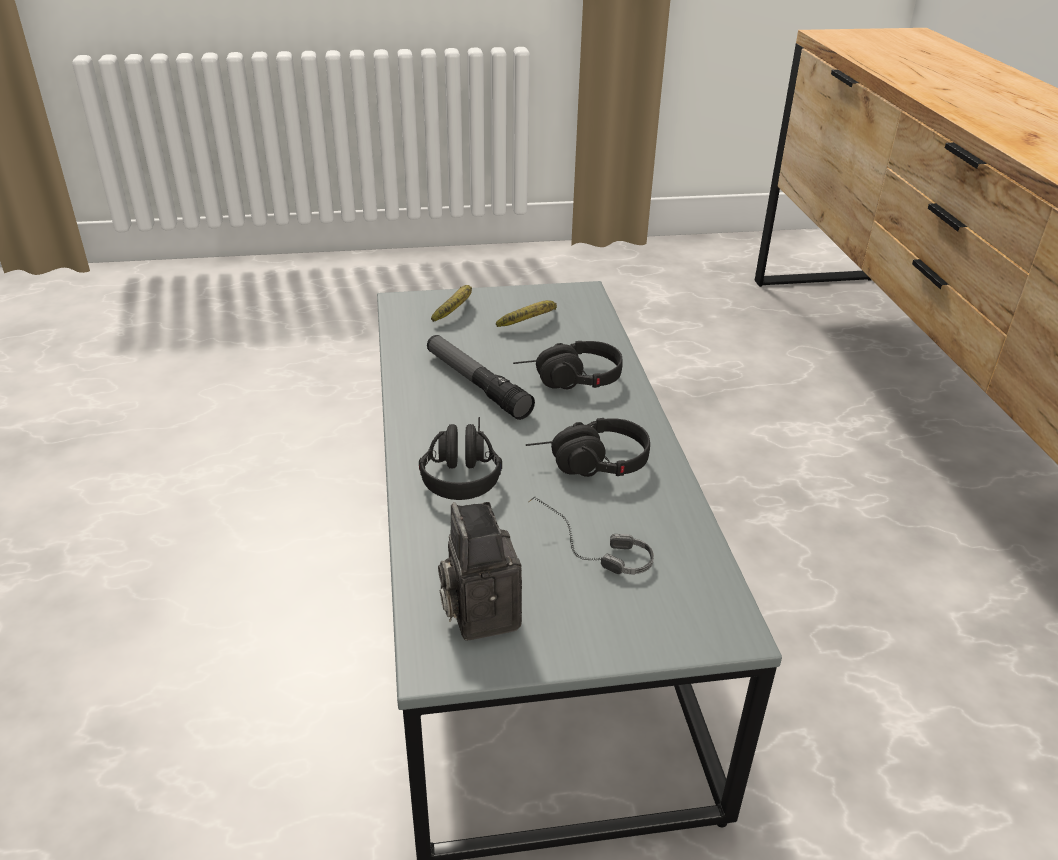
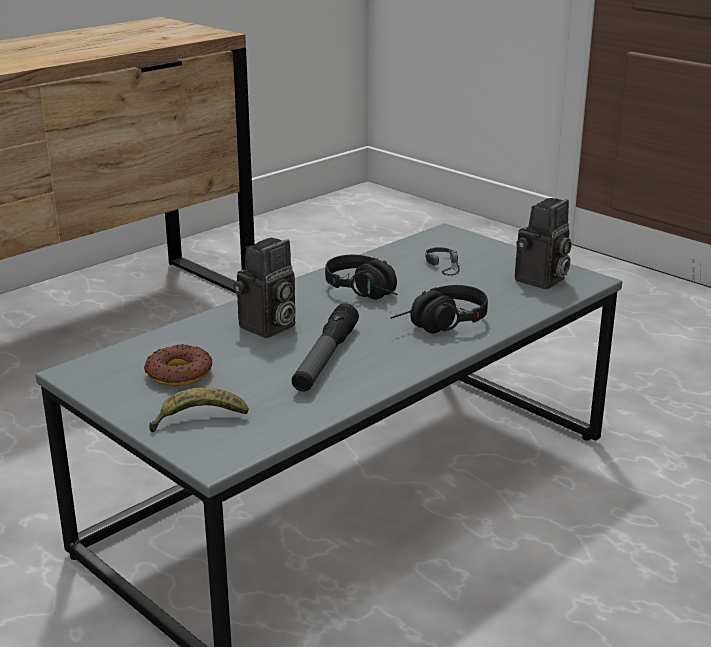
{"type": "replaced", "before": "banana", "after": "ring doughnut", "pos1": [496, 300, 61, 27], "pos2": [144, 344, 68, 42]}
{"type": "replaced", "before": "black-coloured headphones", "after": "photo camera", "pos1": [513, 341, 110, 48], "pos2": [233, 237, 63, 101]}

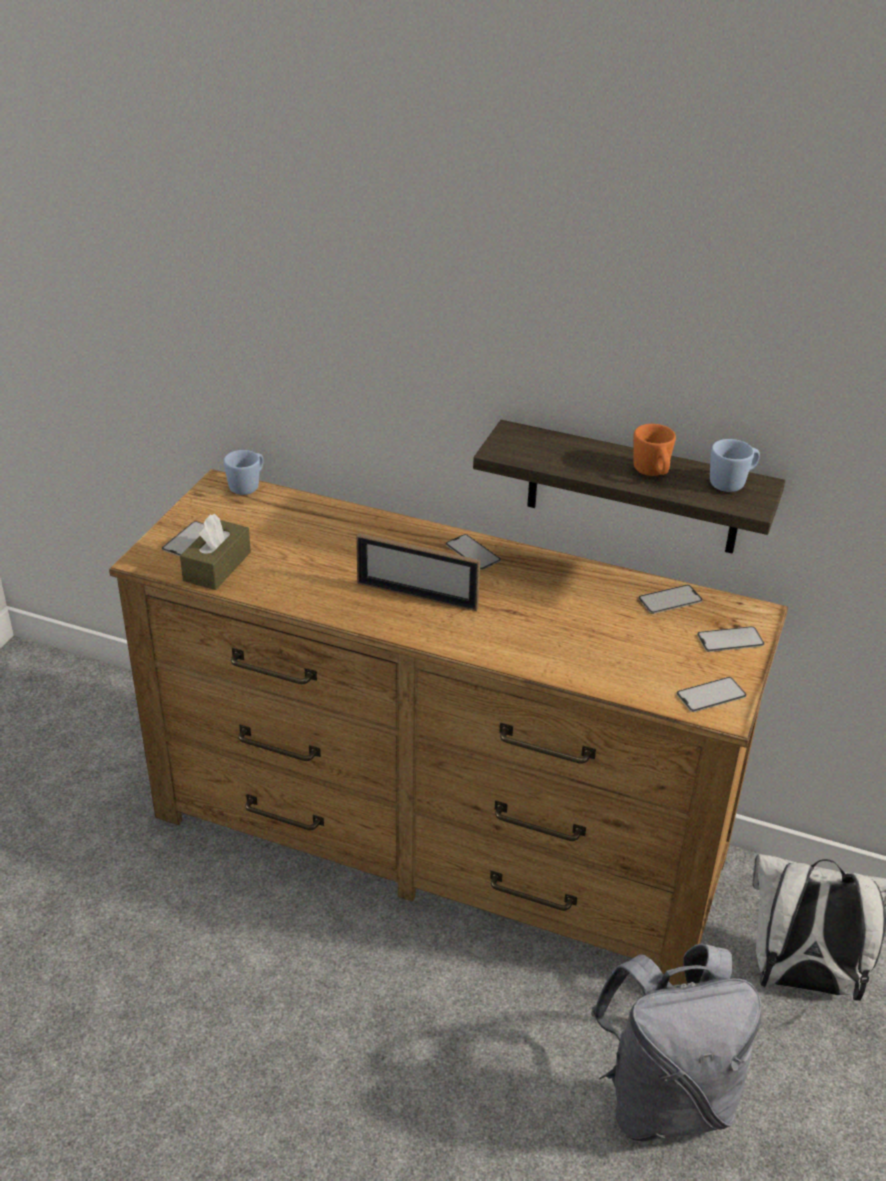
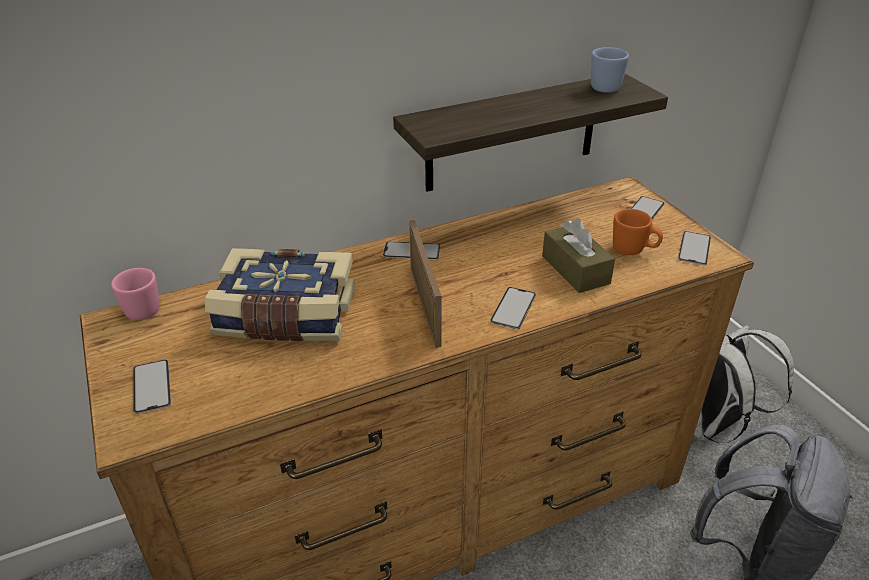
{"type": "recoloured", "before": "blue coffee mug", "after": "pink-coloured coffee mug", "pos1": [224, 450, 40, 45], "pos2": [111, 268, 49, 52]}
{"type": "added", "after": "book", "pos2": [205, 248, 150, 93]}
{"type": "turned", "before": "picture frame", "pos1": [356, 533, 124, 78], "pos2": [409, 220, 32, 128], "turn": -75}
{"type": "moved", "before": "handset", "pos1": [638, 585, 65, 29], "pos2": [490, 287, 46, 42]}
{"type": "moved", "before": "brown tissue holder", "pos1": [180, 514, 71, 76], "pos2": [542, 219, 73, 74]}
{"type": "moved", "before": "orangey coffee mug", "pos1": [633, 424, 43, 52], "pos2": [613, 209, 50, 46]}

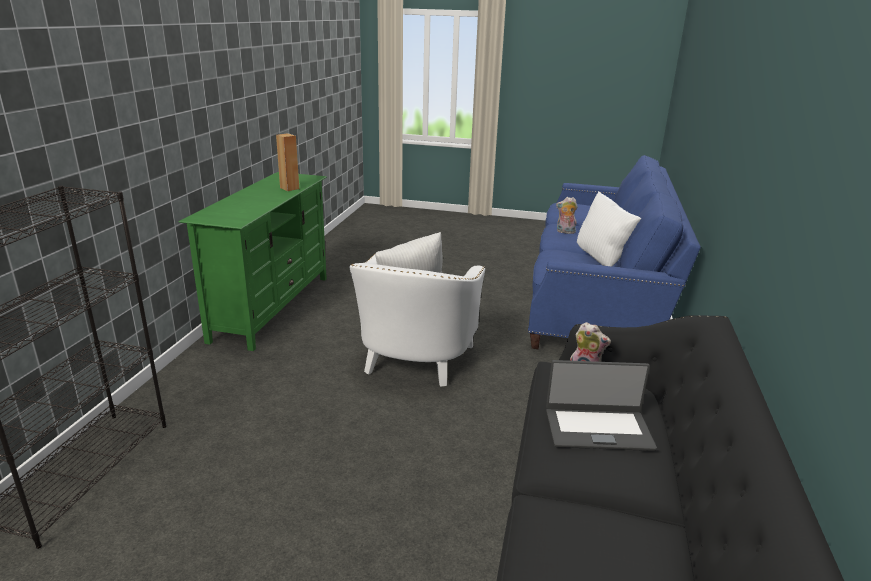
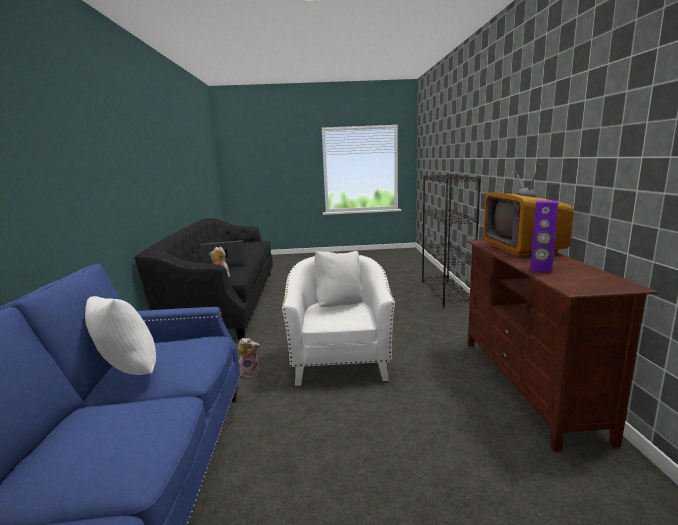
{"type": "moved", "before": "soft toy", "pos1": [556, 197, 21, 37], "pos2": [238, 338, 22, 39]}
{"type": "recoloured", "before": "green-coloured tv stand", "after": "brown tv stand", "pos1": [179, 172, 148, 179], "pos2": [467, 240, 191, 212]}
{"type": "added", "after": "TV set", "pos2": [483, 163, 91, 93]}
{"type": "recoloured", "before": "brown speaker", "after": "purple speaker", "pos1": [276, 133, 23, 58], "pos2": [530, 200, 28, 73]}

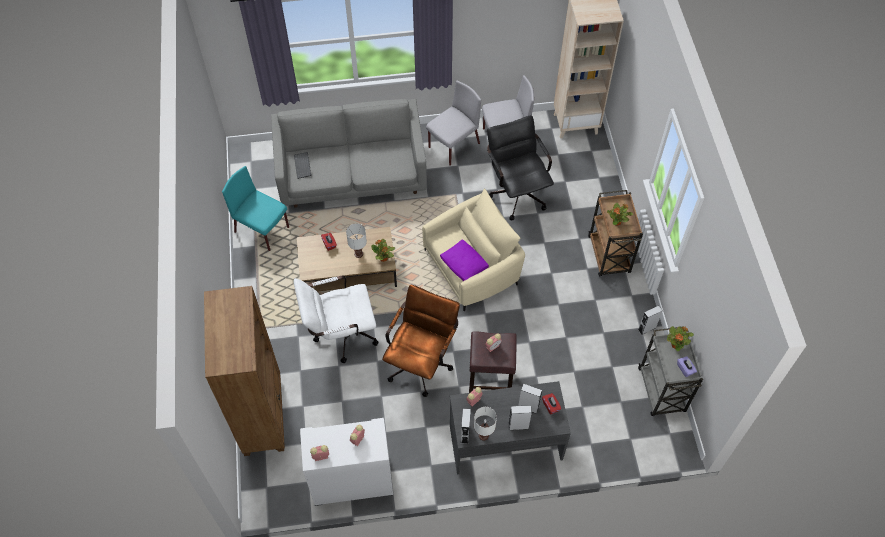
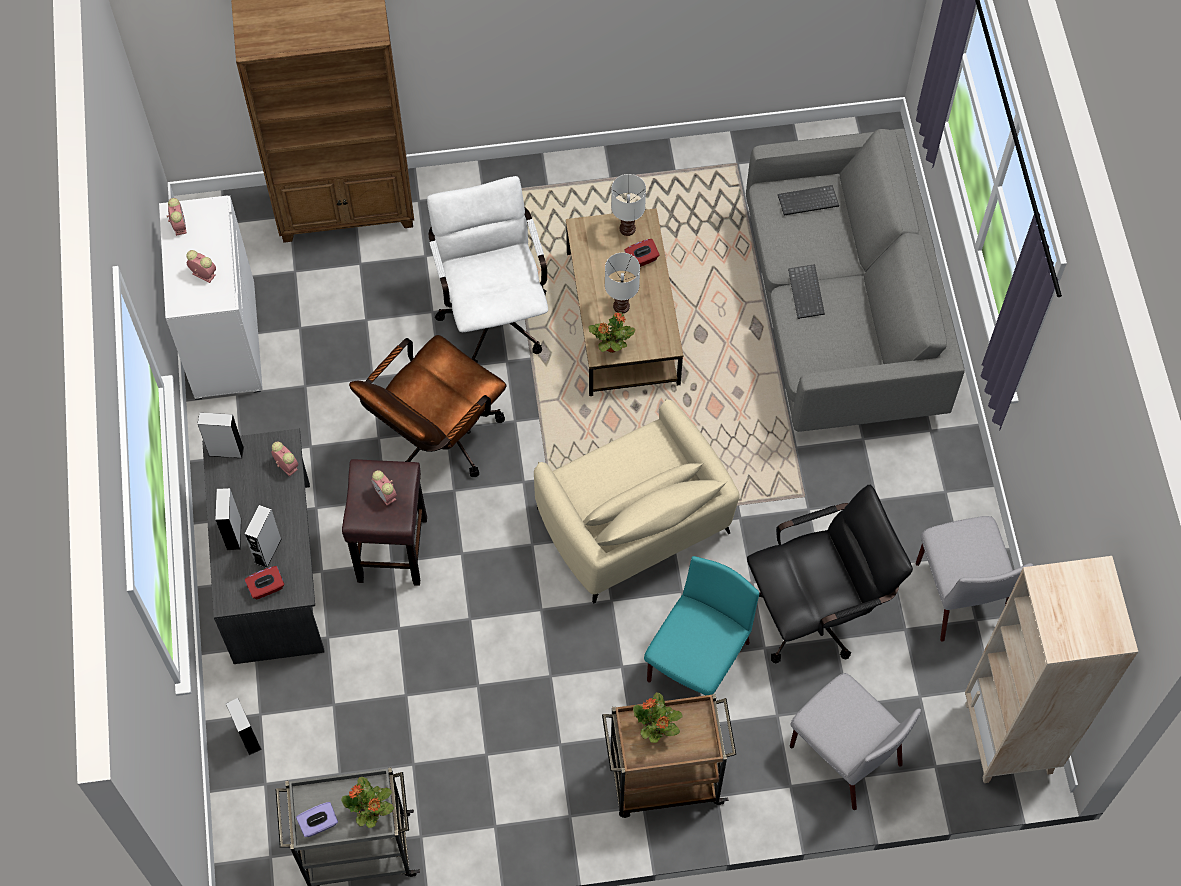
{"type": "moved", "before": "gray speaker", "pos1": [638, 305, 25, 30], "pos2": [226, 698, 36, 57]}
{"type": "turned", "before": "brown office chair", "pos1": [382, 284, 78, 113], "pos2": [349, 335, 157, 142], "turn": 105}
{"type": "moved", "before": "white-coloured table lamp", "pos1": [474, 407, 23, 33], "pos2": [611, 174, 35, 62]}
{"type": "moved", "before": "turquoise-coloured chair", "pos1": [222, 166, 67, 85], "pos2": [644, 556, 115, 140]}
{"type": "added", "after": "PC keyboard", "pos2": [788, 264, 37, 55]}
{"type": "moved", "before": "gray chair", "pos1": [426, 81, 55, 85], "pos2": [790, 673, 131, 137]}
{"type": "removed", "before": "purple cushion", "pos1": [440, 239, 49, 42]}

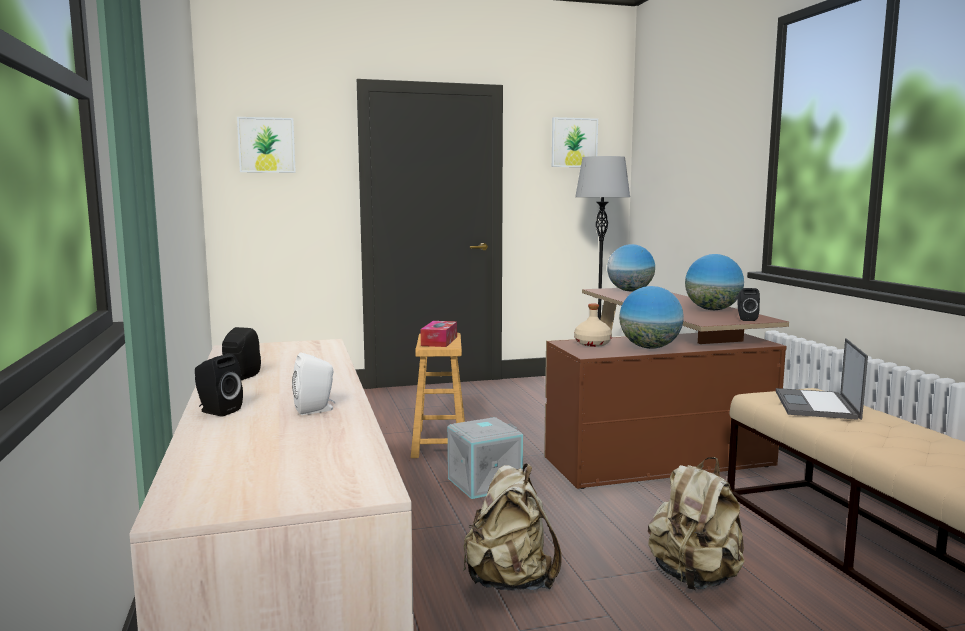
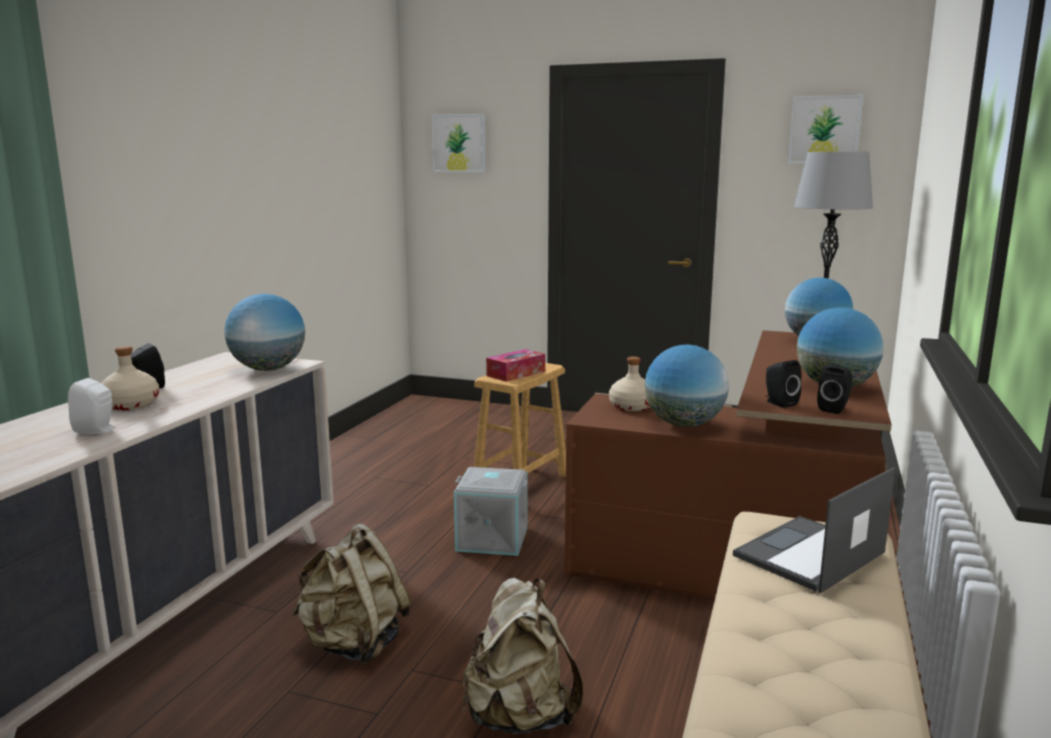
{"type": "added", "after": "beige bottle", "pos2": [101, 346, 58, 64]}
{"type": "added", "after": "world globe", "pos2": [224, 294, 81, 77]}
{"type": "moved", "before": "black-coloured speaker", "pos1": [195, 353, 48, 63], "pos2": [765, 360, 37, 48]}

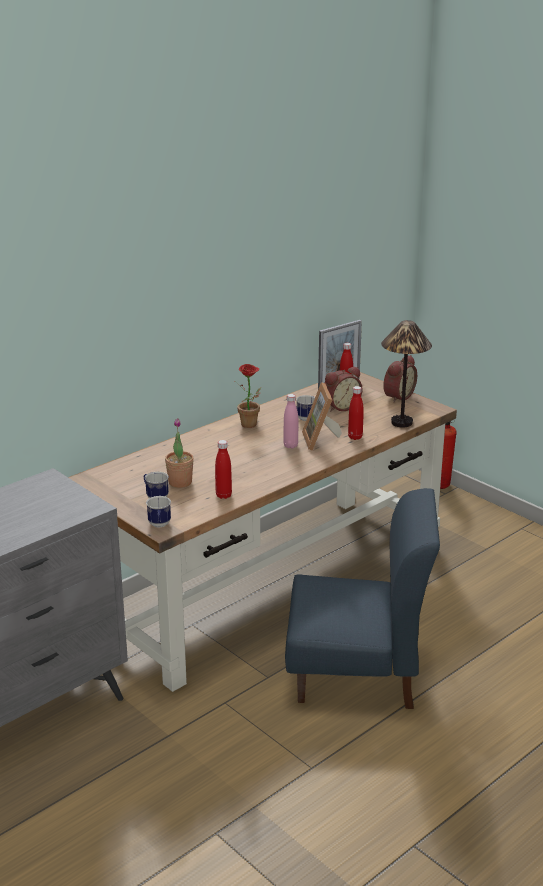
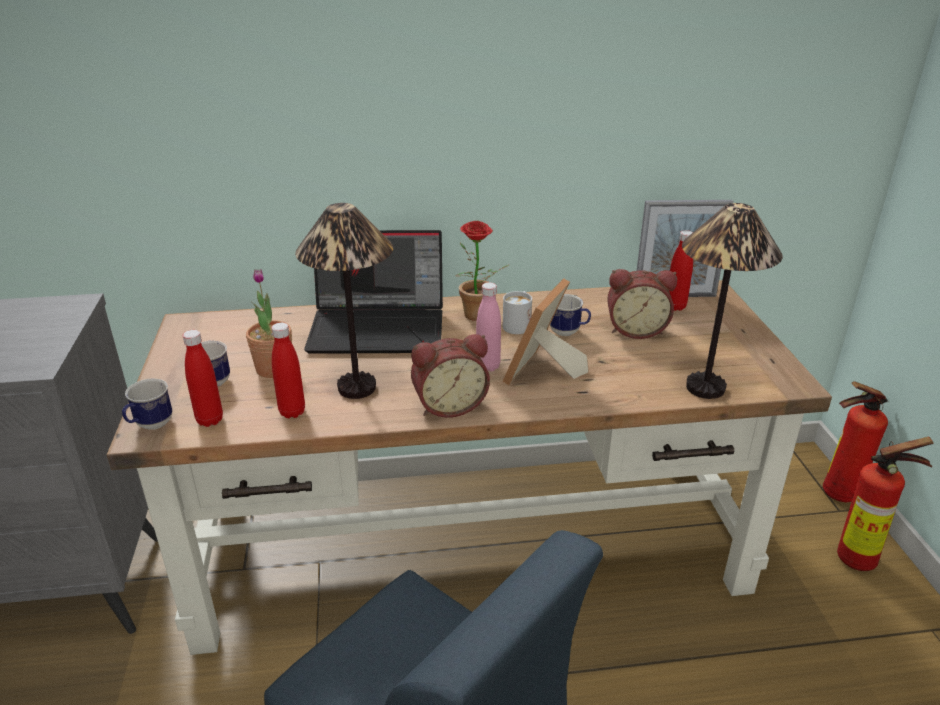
{"type": "moved", "before": "red-coloured bottle", "pos1": [348, 386, 16, 54], "pos2": [183, 330, 40, 97]}
{"type": "added", "after": "table lamp", "pos2": [295, 203, 98, 196]}
{"type": "added", "after": "portable computer", "pos2": [304, 230, 139, 124]}
{"type": "moved", "before": "alarm clock", "pos1": [383, 355, 34, 48], "pos2": [411, 334, 79, 84]}
{"type": "added", "after": "white-coloured coffee mug", "pos2": [503, 291, 29, 43]}
{"type": "added", "after": "extinguisher", "pos2": [837, 437, 97, 134]}

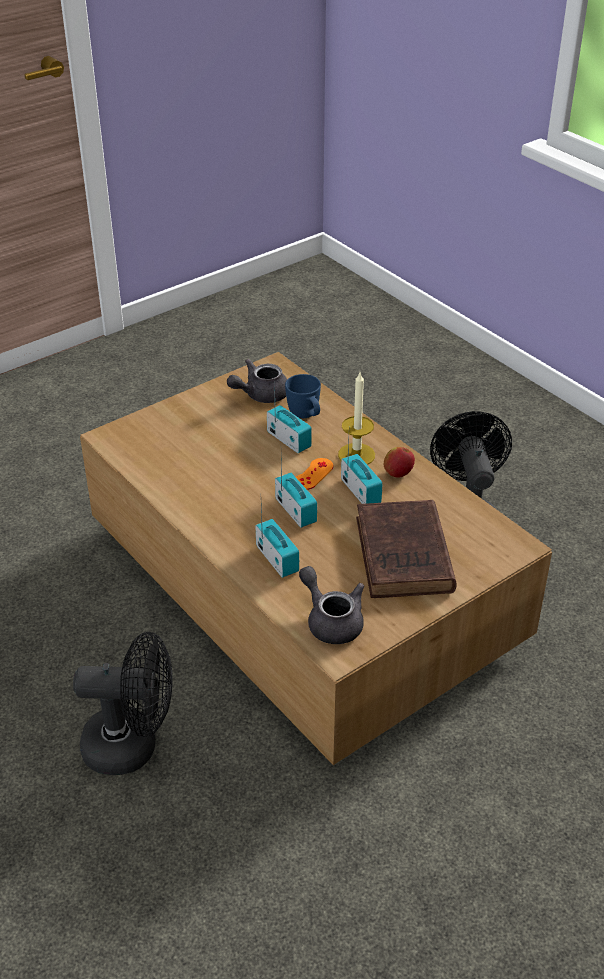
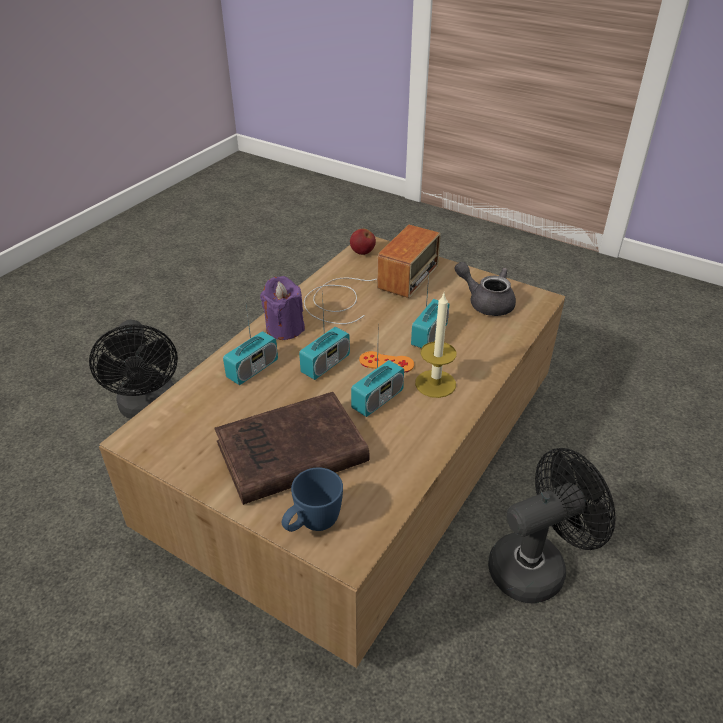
{"type": "added", "after": "purple candle", "pos2": [260, 276, 45, 64]}
{"type": "moved", "before": "blue coffee mug", "pos1": [285, 374, 36, 44], "pos2": [282, 467, 61, 65]}
{"type": "added", "after": "radio receiver", "pos2": [304, 225, 137, 99]}
{"type": "moved", "before": "apple", "pos1": [384, 447, 31, 31], "pos2": [350, 229, 26, 26]}
{"type": "removed", "before": "gray teapot", "pos1": [299, 566, 65, 78]}

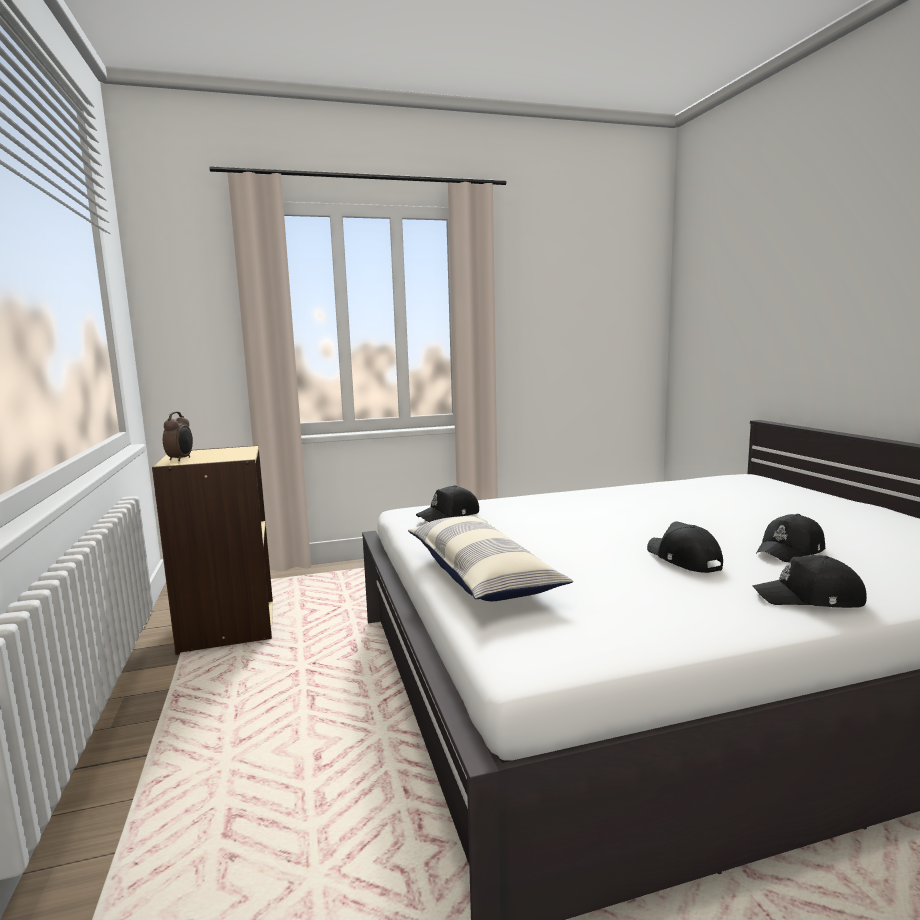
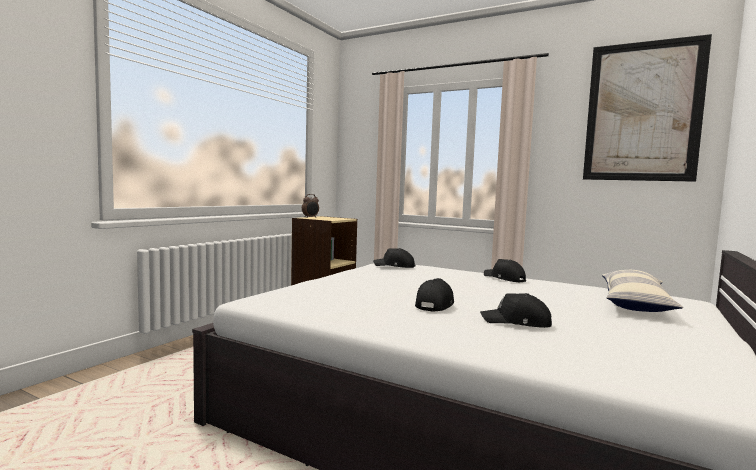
{"type": "moved", "before": "black-coloured baseball cap", "pos1": [752, 555, 115, 53], "pos2": [484, 259, 42, 23]}
{"type": "added", "after": "wall art", "pos2": [583, 34, 129, 148]}
{"type": "moved", "before": "cushion", "pos1": [408, 516, 165, 85], "pos2": [602, 270, 81, 42]}

